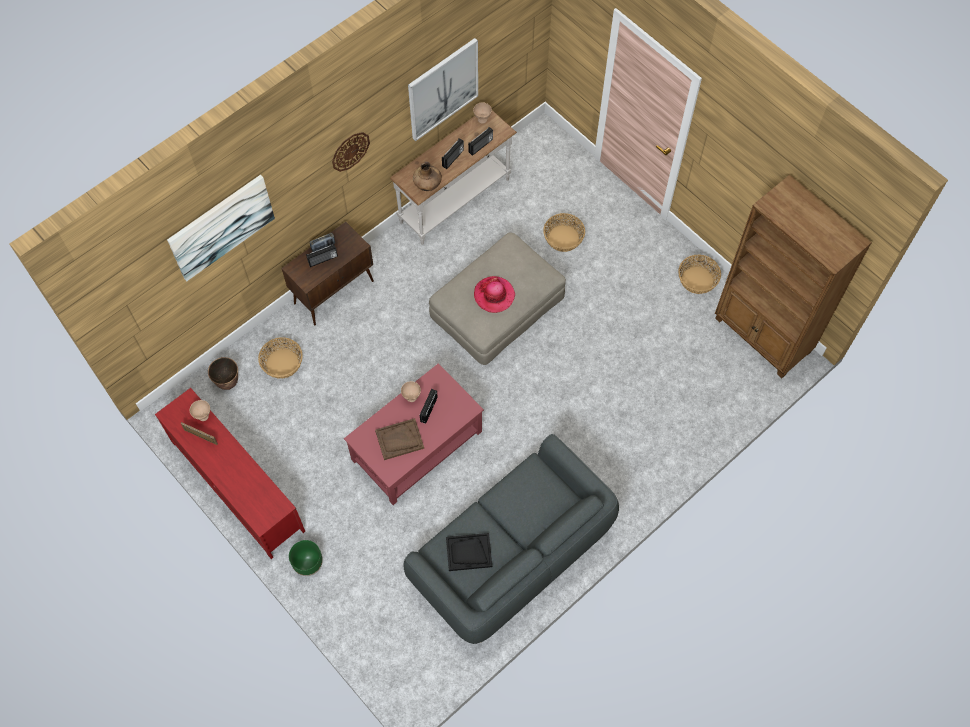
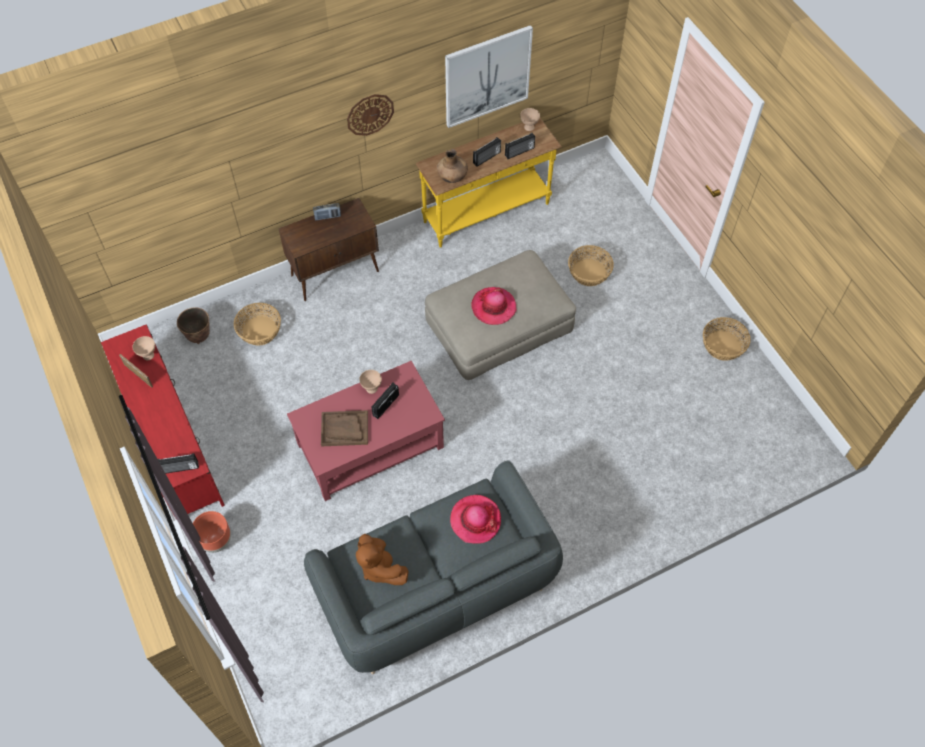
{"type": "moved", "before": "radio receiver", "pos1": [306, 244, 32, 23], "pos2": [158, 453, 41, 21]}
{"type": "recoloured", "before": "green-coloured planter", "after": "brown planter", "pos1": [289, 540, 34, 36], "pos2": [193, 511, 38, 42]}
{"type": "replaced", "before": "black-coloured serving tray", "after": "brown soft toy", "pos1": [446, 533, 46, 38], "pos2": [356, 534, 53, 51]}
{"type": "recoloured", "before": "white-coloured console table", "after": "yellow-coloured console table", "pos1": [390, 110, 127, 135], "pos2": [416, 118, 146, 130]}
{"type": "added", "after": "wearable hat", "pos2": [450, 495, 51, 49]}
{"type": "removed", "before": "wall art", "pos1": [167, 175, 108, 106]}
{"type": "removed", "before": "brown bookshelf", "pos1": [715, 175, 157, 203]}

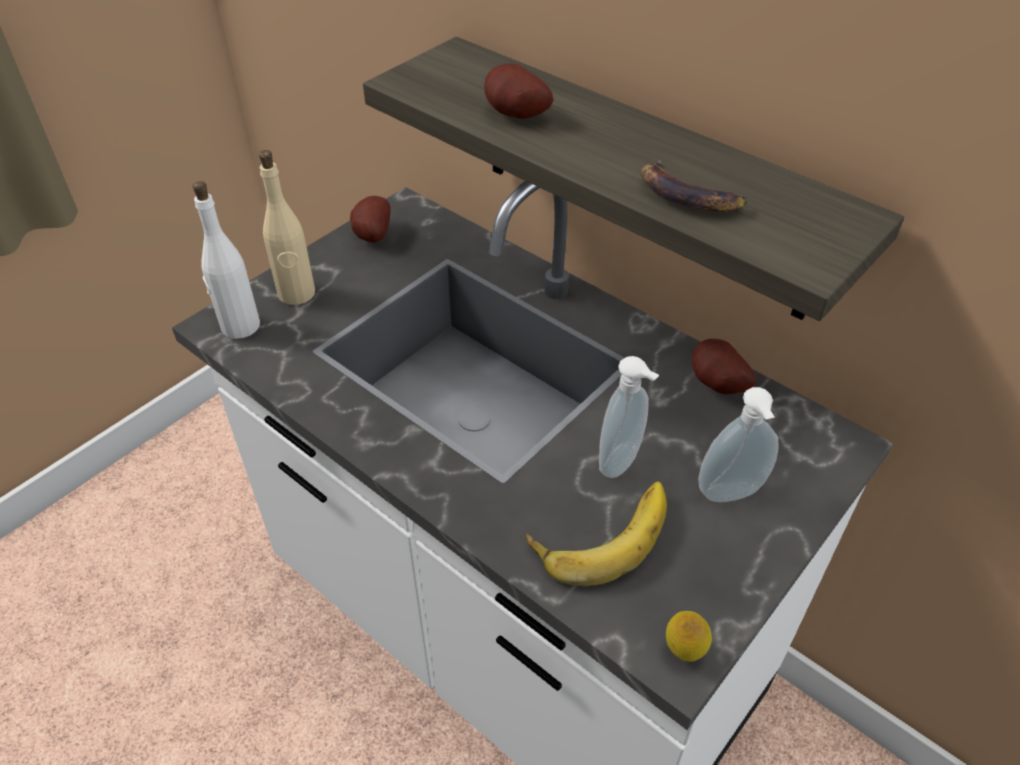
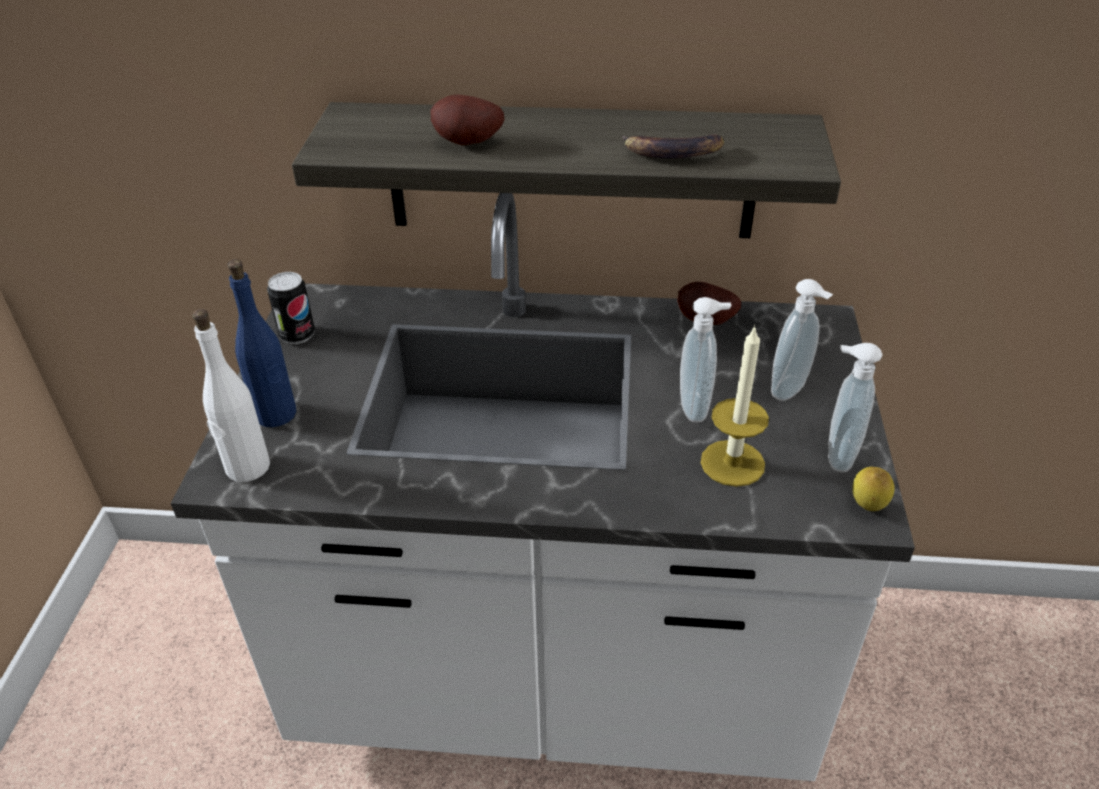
{"type": "recoloured", "before": "beige bottle", "after": "blue bottle", "pos1": [259, 150, 56, 155], "pos2": [228, 259, 68, 168]}
{"type": "replaced", "before": "potato", "after": "sealed can", "pos1": [350, 196, 41, 46], "pos2": [267, 272, 48, 72]}
{"type": "replaced", "before": "banana", "after": "candle", "pos1": [526, 481, 141, 105], "pos2": [701, 325, 68, 162]}
{"type": "added", "after": "soap dispenser", "pos2": [828, 343, 55, 129]}

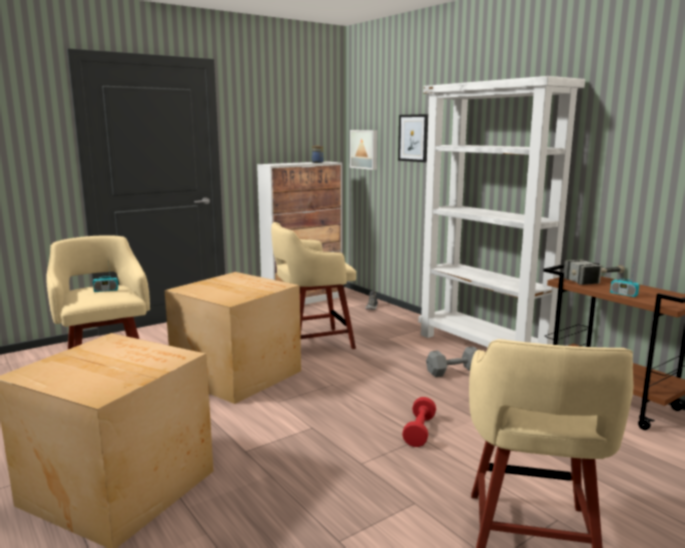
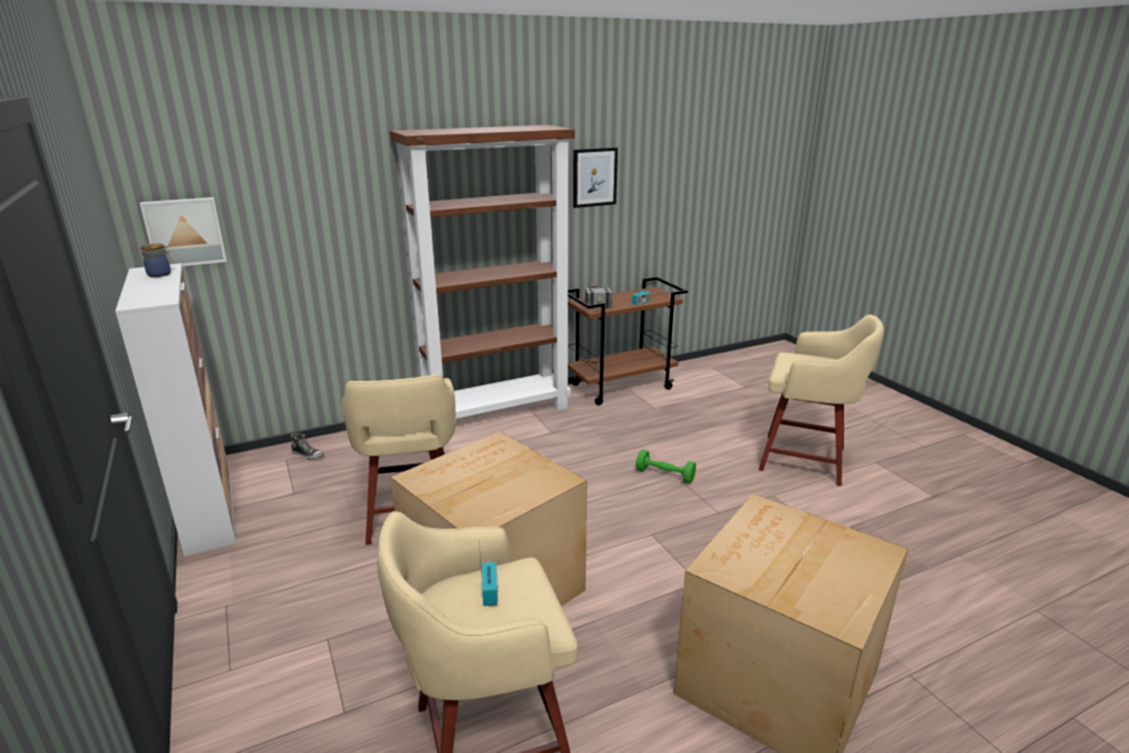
{"type": "recoloured", "before": "white-coloured bookshelf", "after": "brown bookshelf", "pos1": [418, 76, 167, 271], "pos2": [390, 125, 185, 294]}
{"type": "moved", "before": "wall art", "pos1": [398, 114, 30, 48], "pos2": [573, 147, 45, 61]}
{"type": "recoloured", "before": "red-coloured hand weight", "after": "green-coloured hand weight", "pos1": [402, 397, 34, 50], "pos2": [636, 450, 60, 34]}
{"type": "removed", "before": "gray hand weight", "pos1": [426, 346, 52, 31]}

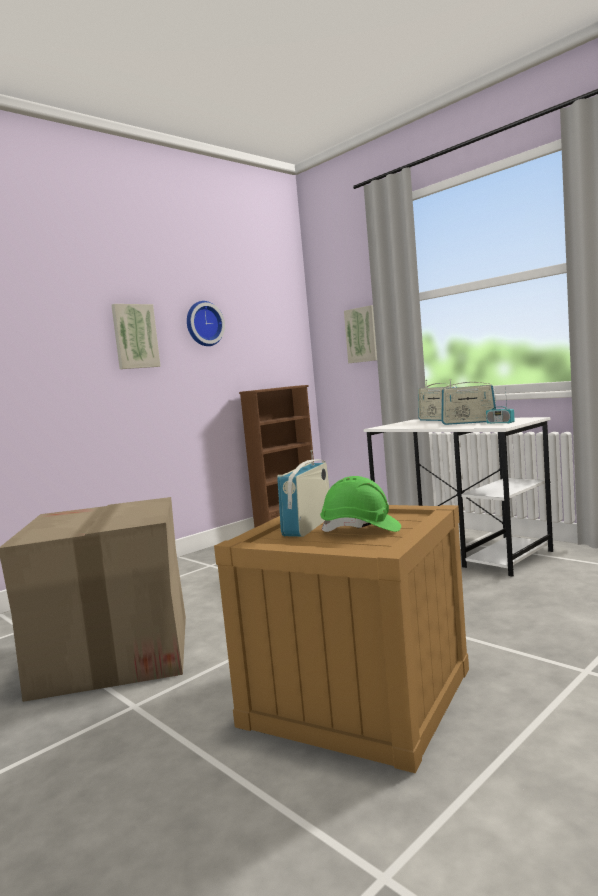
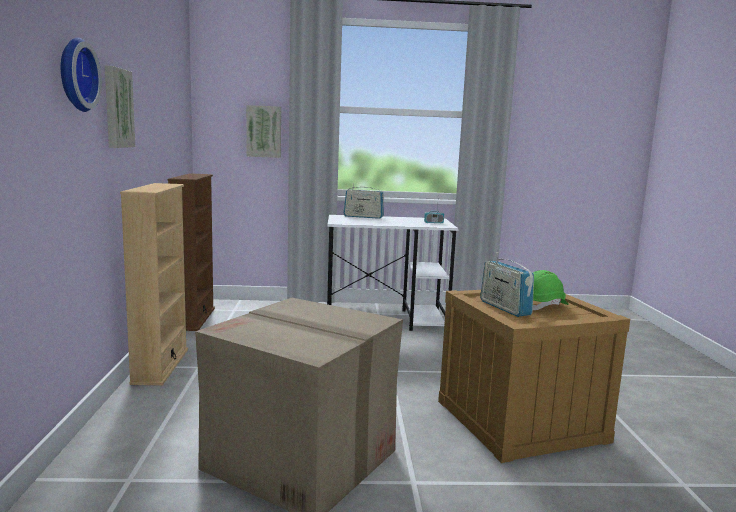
{"type": "moved", "before": "hanging clock", "pos1": [187, 301, 38, 45], "pos2": [61, 38, 41, 74]}
{"type": "added", "after": "beige bookshelf", "pos2": [120, 183, 68, 203]}
{"type": "removed", "before": "radio receiver", "pos1": [441, 379, 55, 46]}

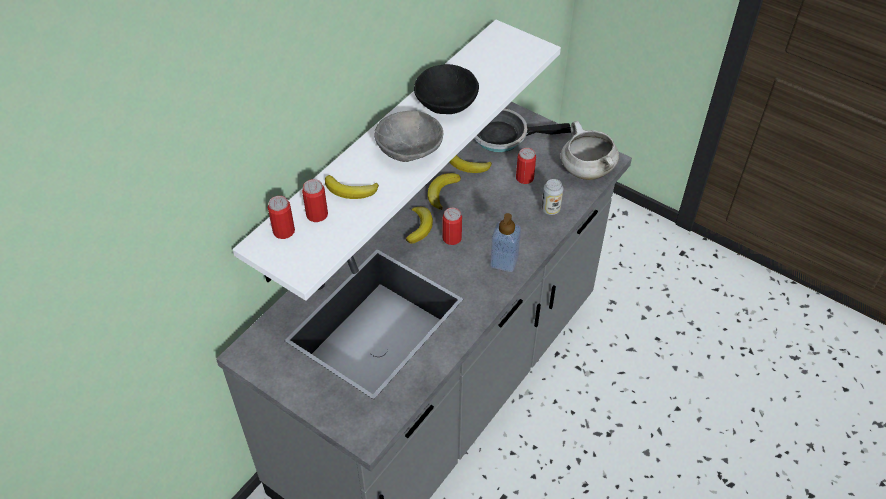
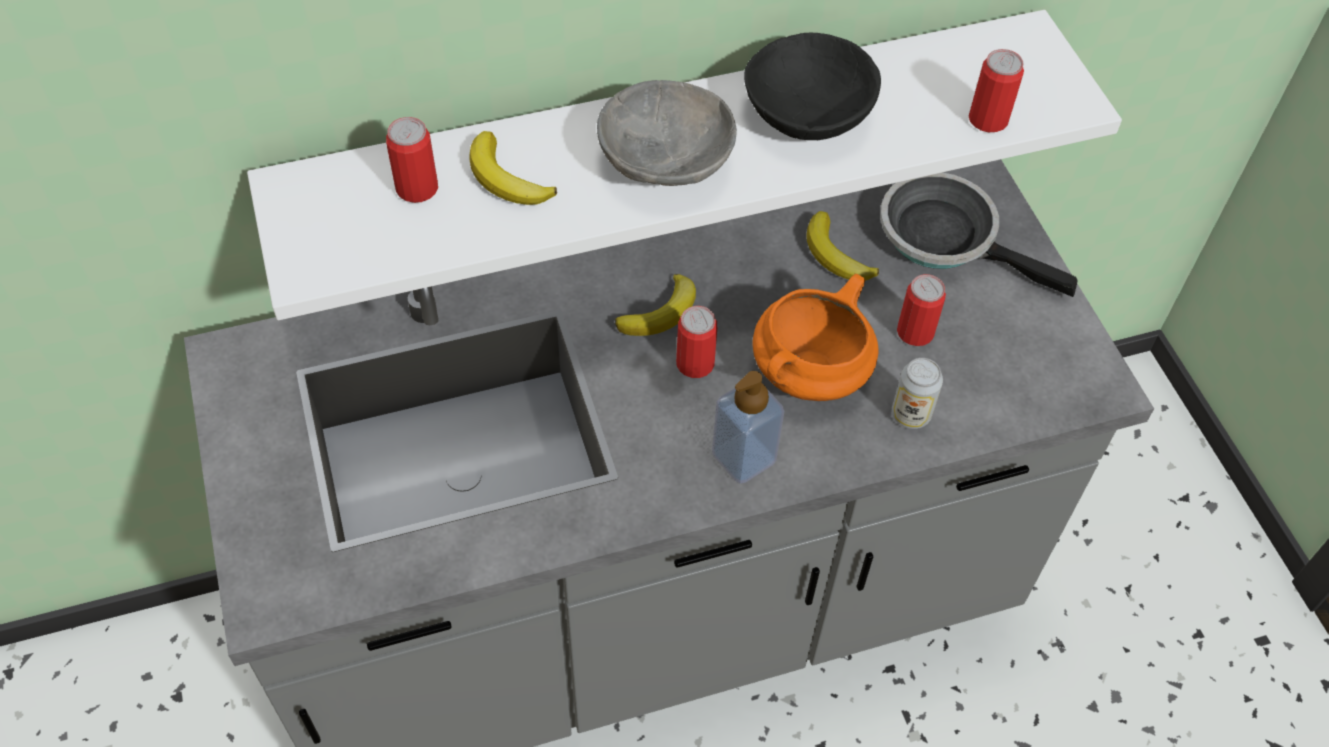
{"type": "added", "after": "orangey cooking pot", "pos2": [752, 274, 127, 127]}
{"type": "moved", "before": "sealed can", "pos1": [268, 196, 27, 43], "pos2": [969, 49, 55, 83]}
{"type": "removed", "before": "banana", "pos1": [428, 173, 33, 37]}
{"type": "removed", "before": "white-coloured cooking pot", "pos1": [561, 121, 58, 59]}

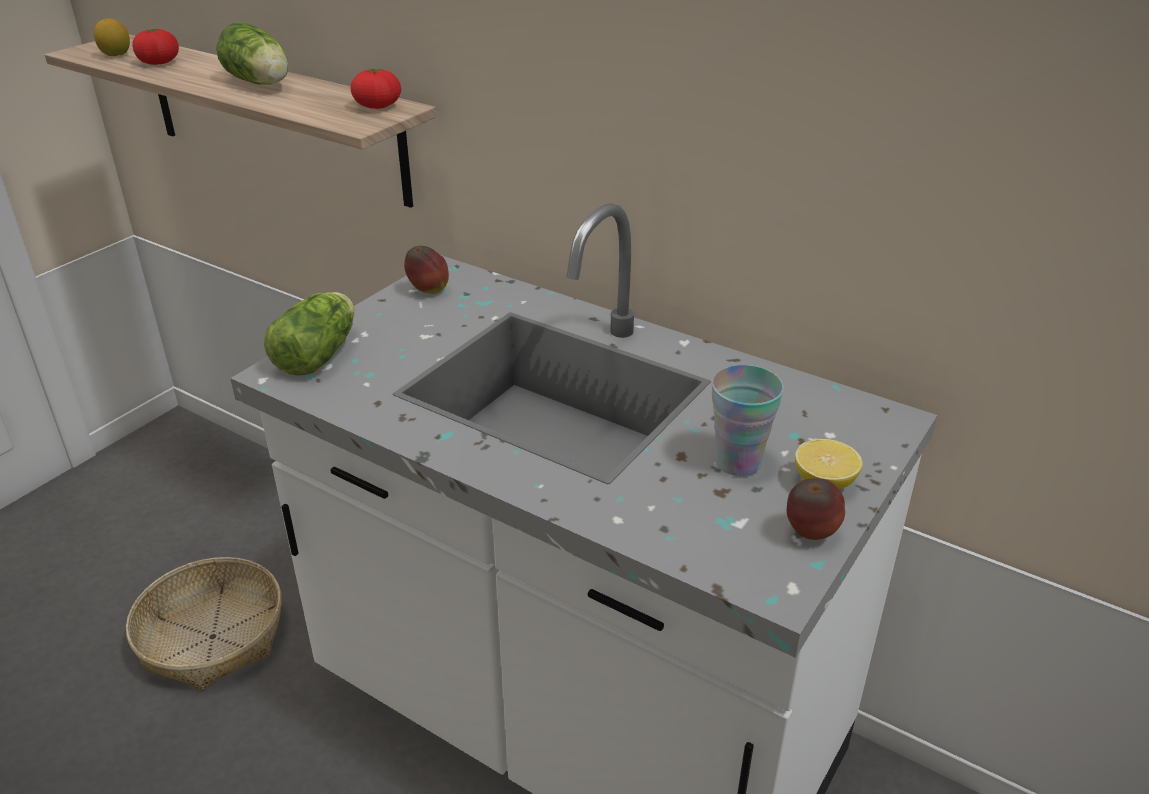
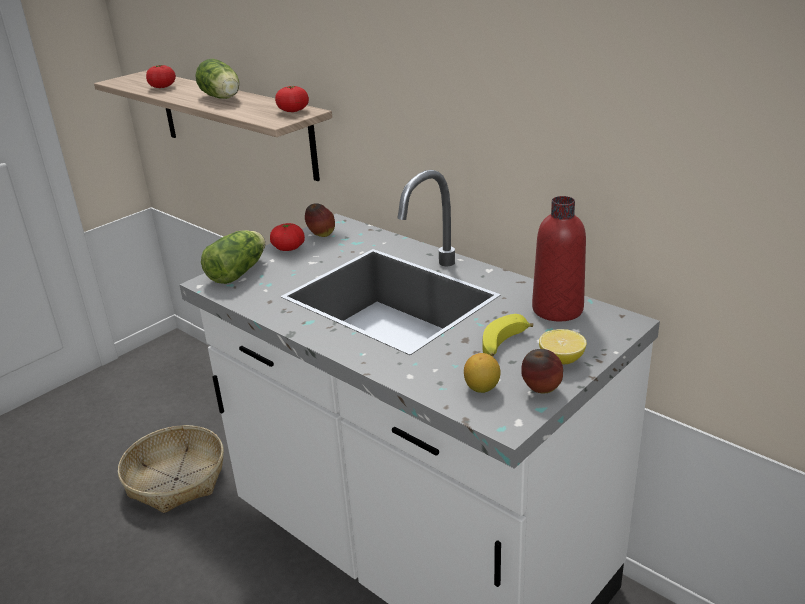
{"type": "added", "after": "tomato", "pos2": [270, 223, 35, 28]}
{"type": "moved", "before": "lemon", "pos1": [94, 19, 36, 37], "pos2": [464, 353, 36, 40]}
{"type": "replaced", "before": "drinking cup", "after": "banana", "pos1": [712, 365, 72, 112], "pos2": [482, 314, 51, 43]}
{"type": "added", "after": "red-coloured bottle", "pos2": [532, 196, 54, 125]}

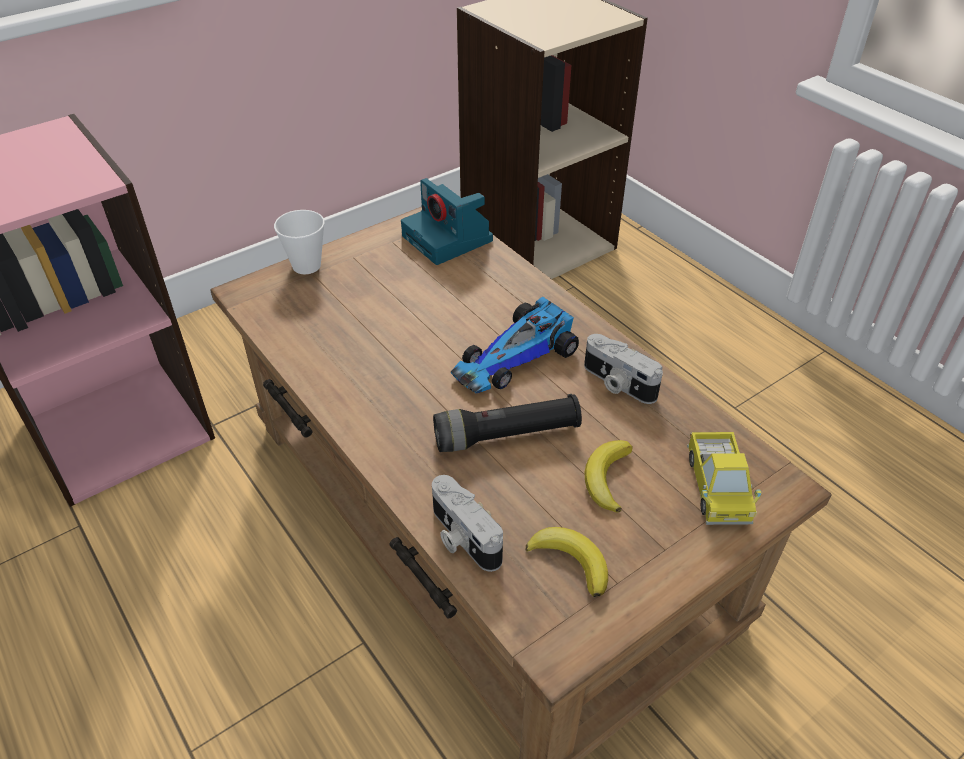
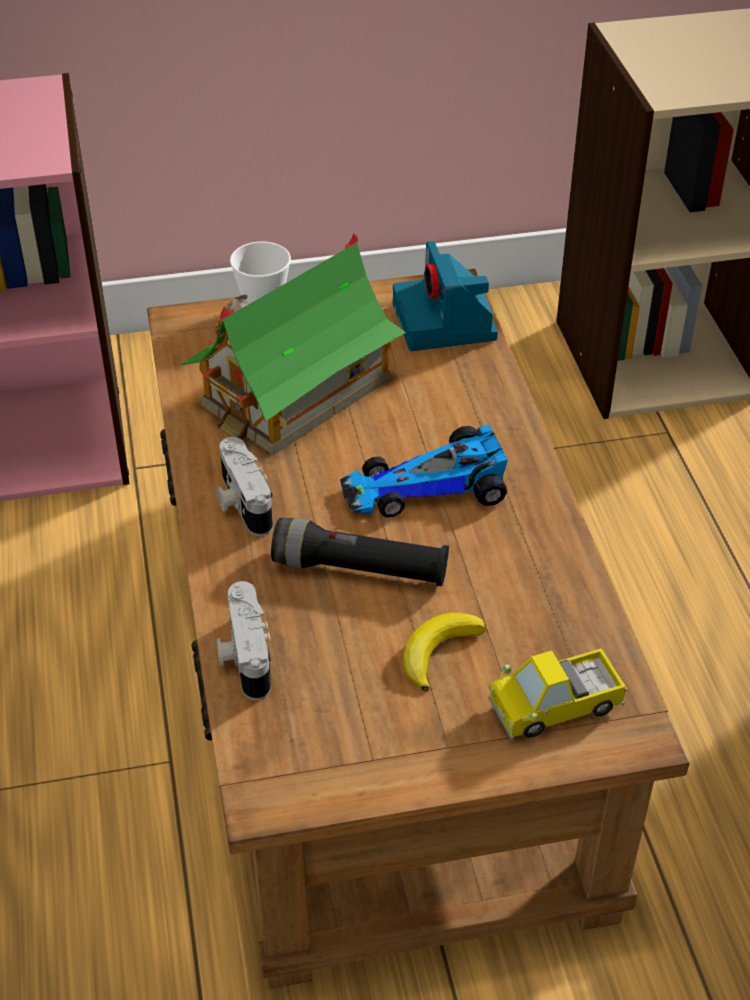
{"type": "added", "after": "toy house", "pos2": [181, 233, 225, 222]}
{"type": "moved", "before": "photo camera", "pos1": [584, 334, 79, 70], "pos2": [217, 437, 56, 99]}
{"type": "turned", "before": "model truck", "pos1": [687, 432, 75, 93], "pos2": [488, 648, 139, 92], "turn": 45}
{"type": "removed", "before": "banana", "pos1": [526, 527, 82, 70]}

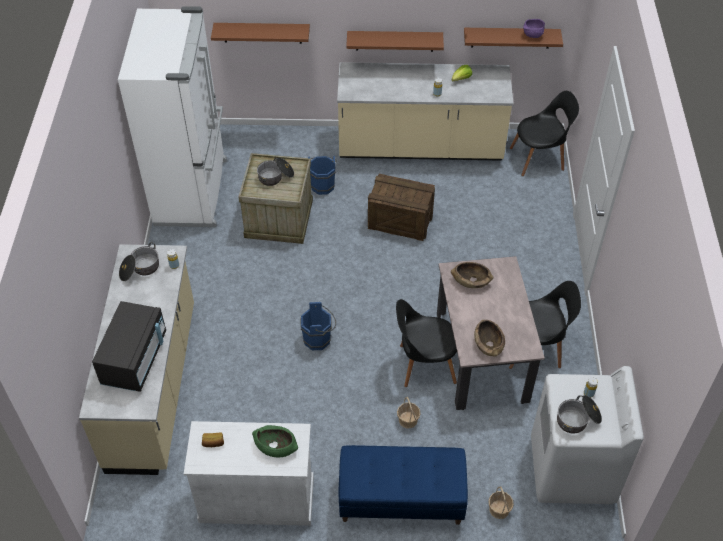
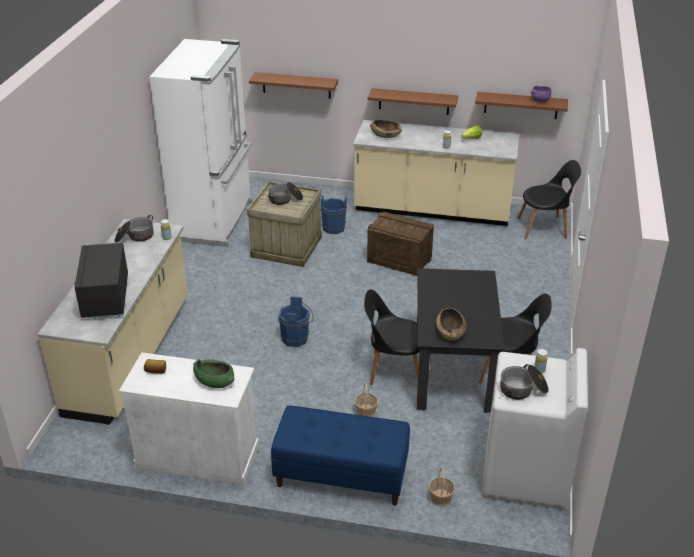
{"type": "turned", "before": "black-coloured microwave", "pos1": [92, 301, 74, 91], "pos2": [74, 243, 54, 76], "turn": 150}
{"type": "moved", "before": "brown bowl", "pos1": [451, 262, 42, 26], "pos2": [370, 119, 32, 19]}
{"type": "recoloured", "before": "beige dinner table", "after": "black-coloured dinner table", "pos1": [437, 256, 108, 154], "pos2": [417, 268, 88, 145]}

